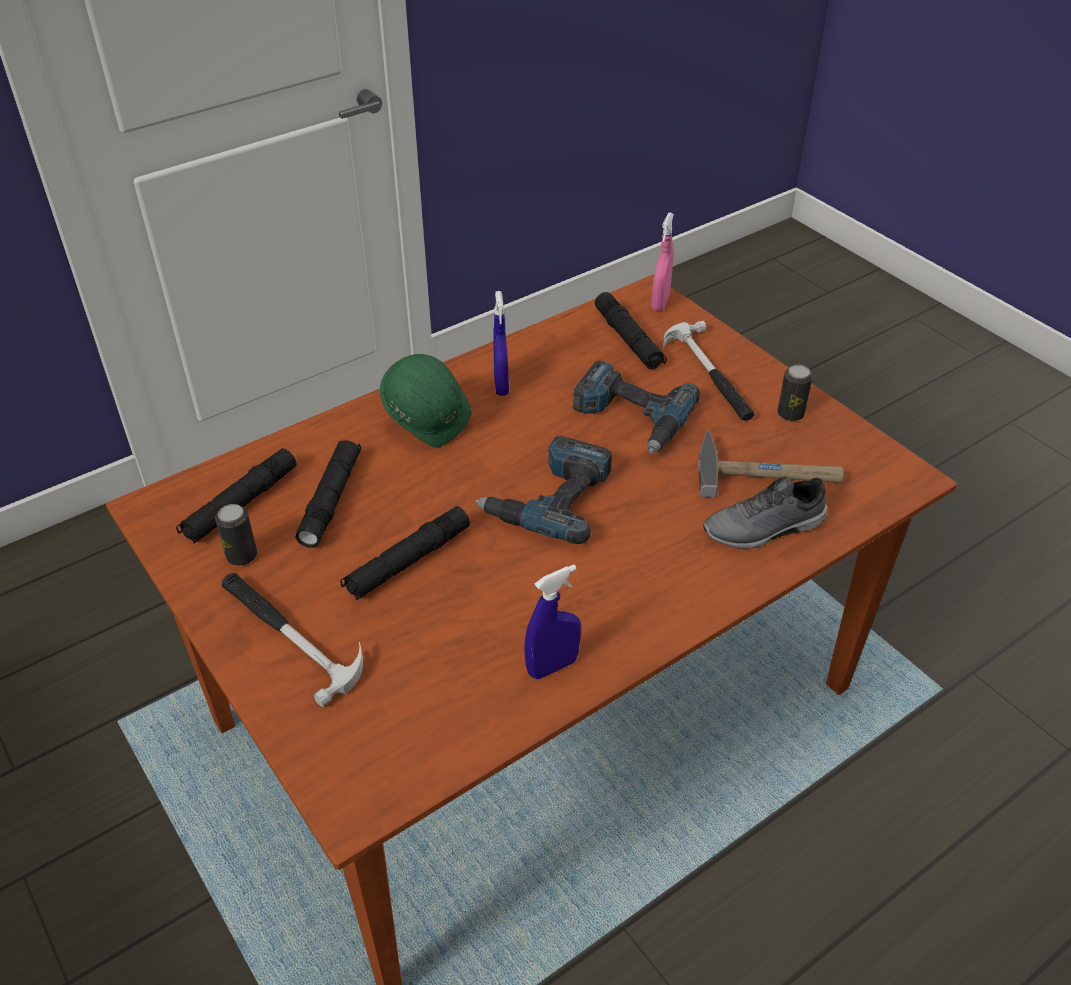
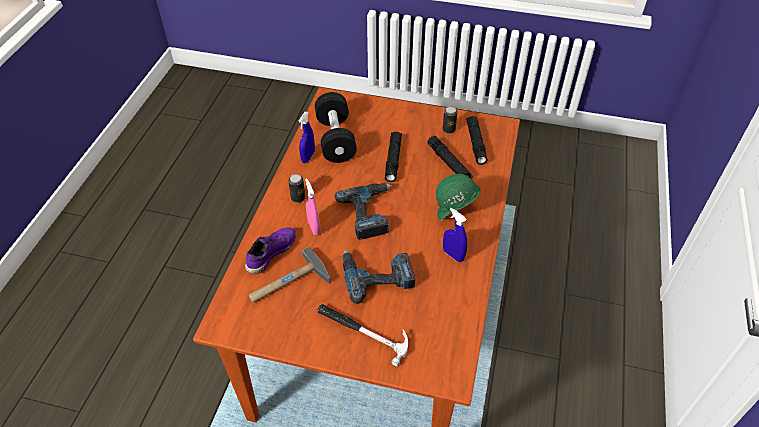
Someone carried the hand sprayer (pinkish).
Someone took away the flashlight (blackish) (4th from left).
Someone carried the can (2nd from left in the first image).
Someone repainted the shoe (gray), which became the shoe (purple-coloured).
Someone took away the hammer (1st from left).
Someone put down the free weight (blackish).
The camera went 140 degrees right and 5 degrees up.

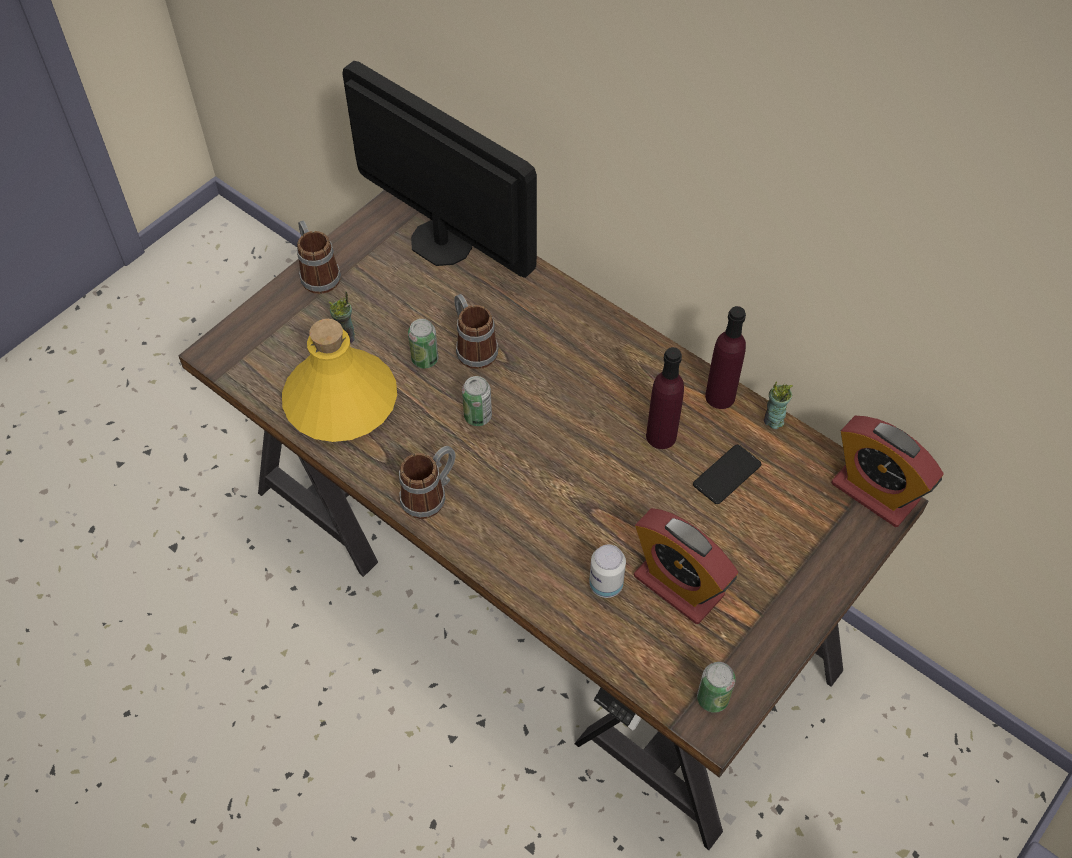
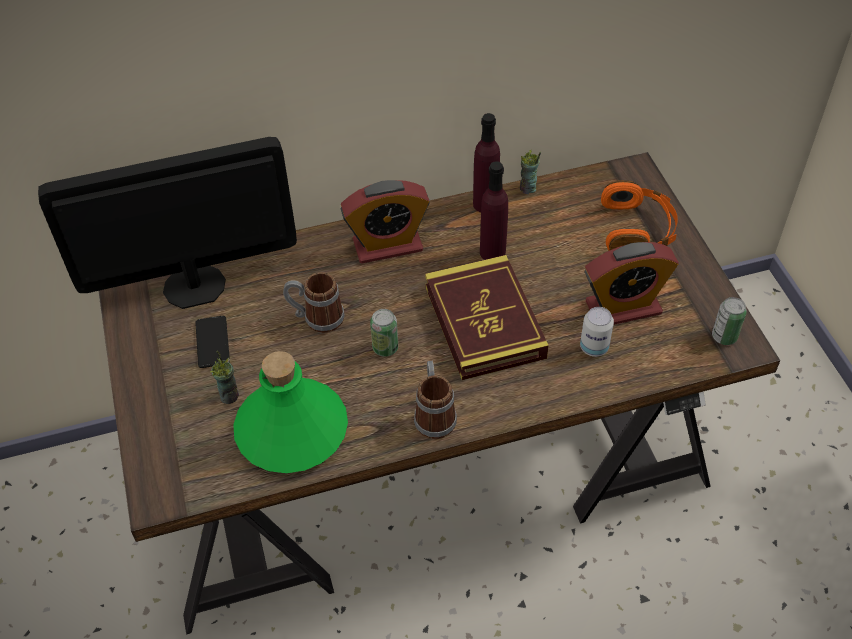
Someone took away the coffee mug (1st from left).
Someone repainted the drink bottle (yellow), which became the drink bottle (green).
Someone took away the can (1st from left).
Someone carried the table clock (2nd from left in the first image).
Someone carried the handset.
Someone put down the headphones (orangey).
Someone put down the bound book.
The camera went 55 degrees left and 5 degrees down.

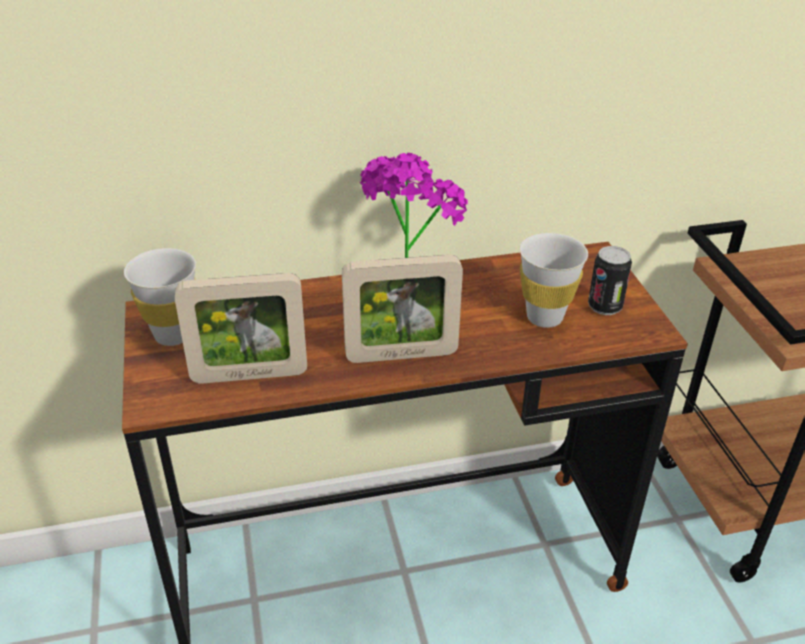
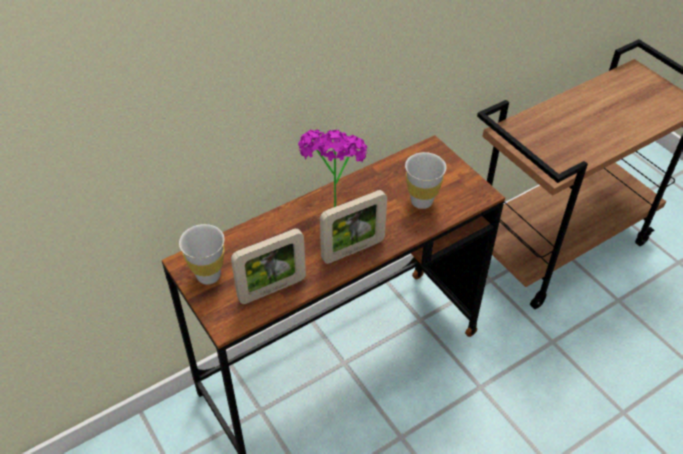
Someone took away the can.
The camera went 20 degrees left and 10 degrees up.

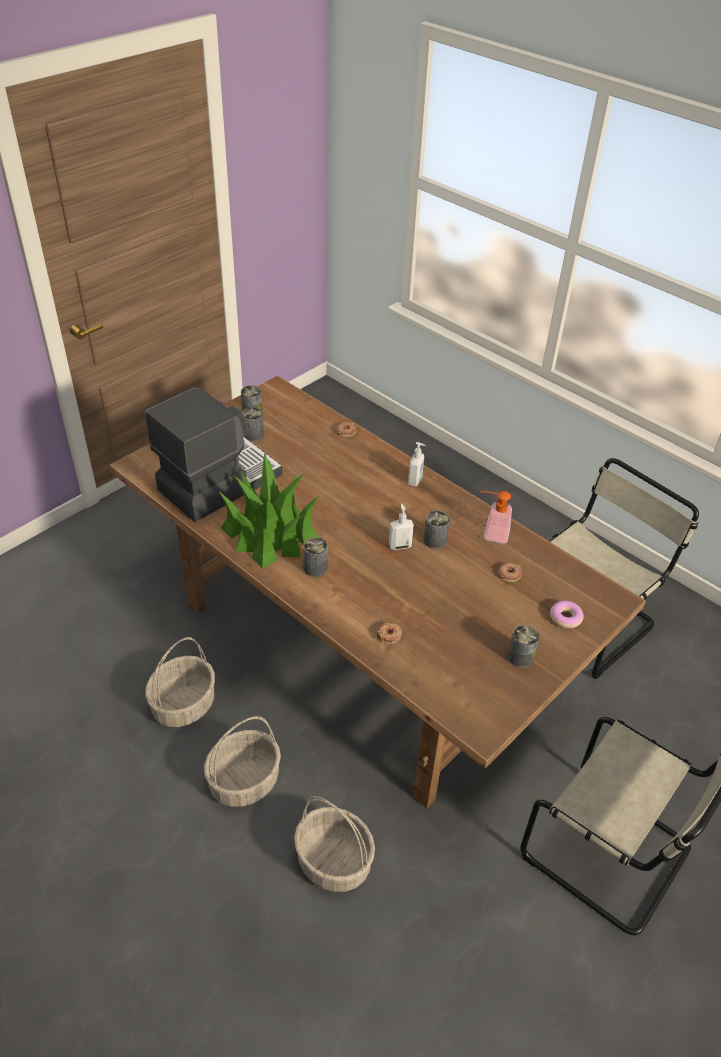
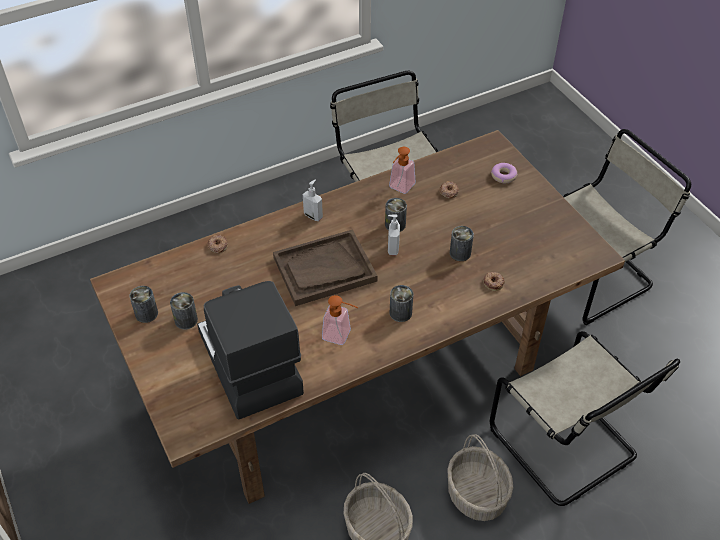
Someone swapped the plant in a pot for the soap bottle (2nd from left).
Someone carried the can (5th from left).
Someone swapped the basket (3rd from left) for the plain chair (sand-coloured) (2nd from left).
Someone put down the serving tray (brownish).
The camera went 70 degrees left and 5 degrees up.

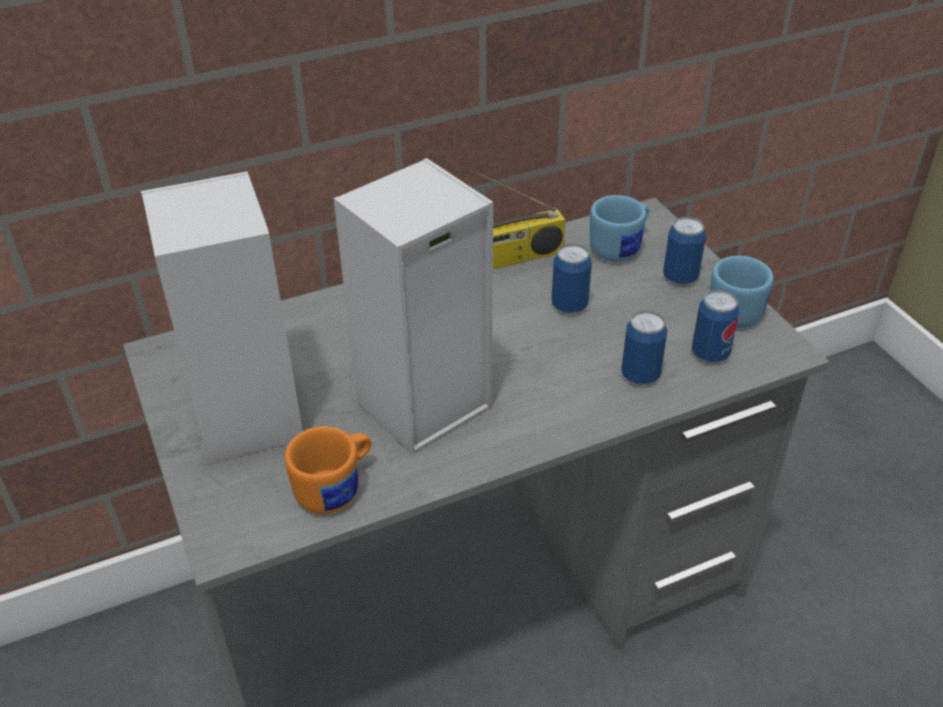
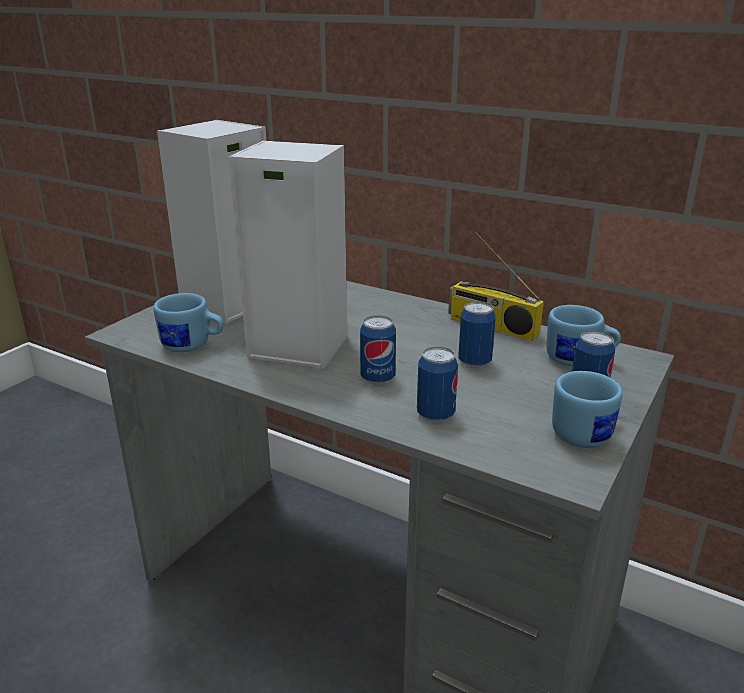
Someone carried the can (4th from left in the first image).
Someone repainted the coffee mug (orangey), which became the coffee mug (blue) (1st from left).
The camera went 55 degrees right and 15 degrees down.

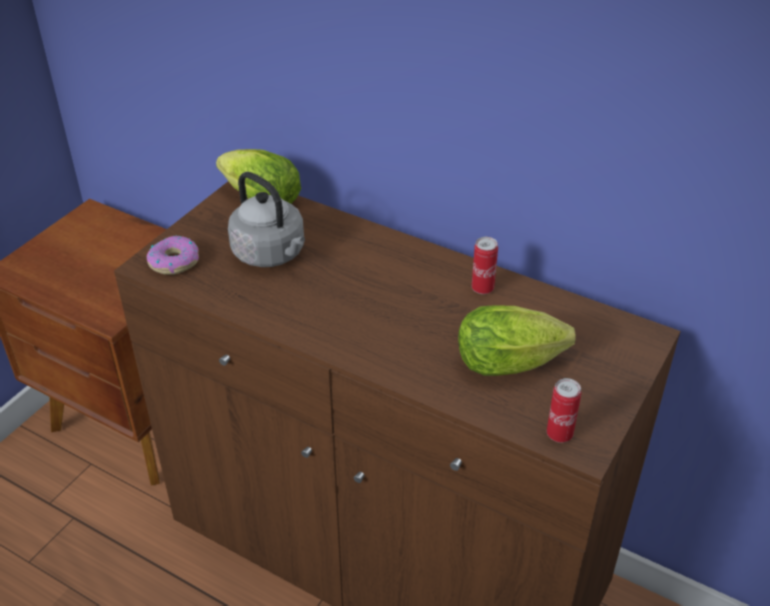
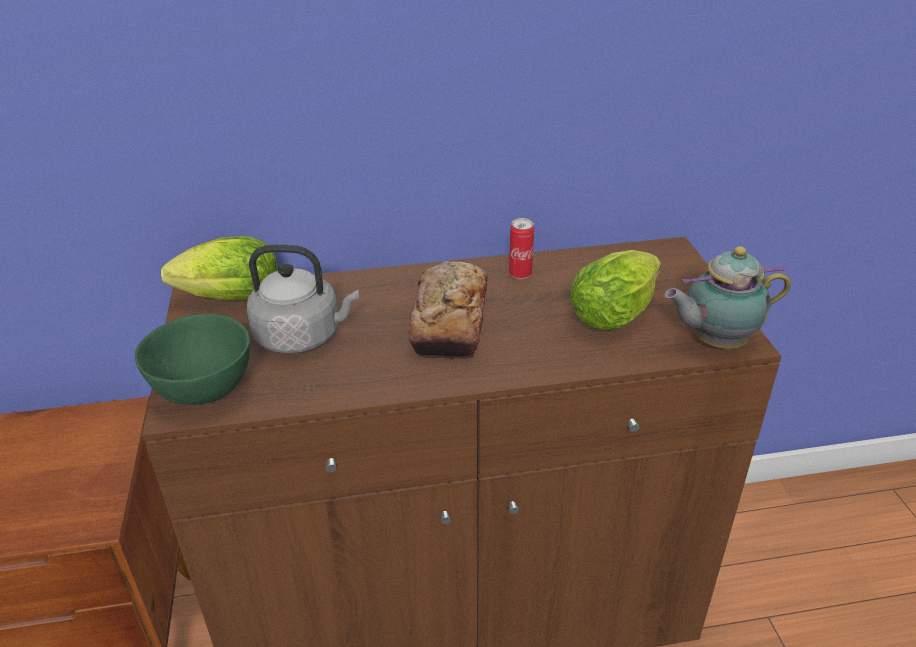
Someone swapped the donut for the serving bowl (green).
Someone swapped the can (2nd from left) for the tea pot.
Someone put down the bakery bread.
The camera went 40 degrees left and 5 degrees down.

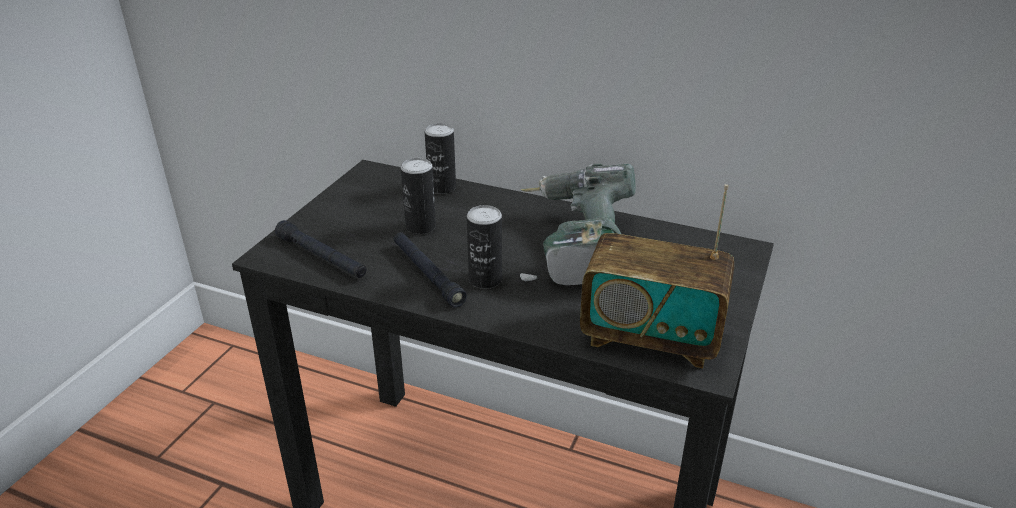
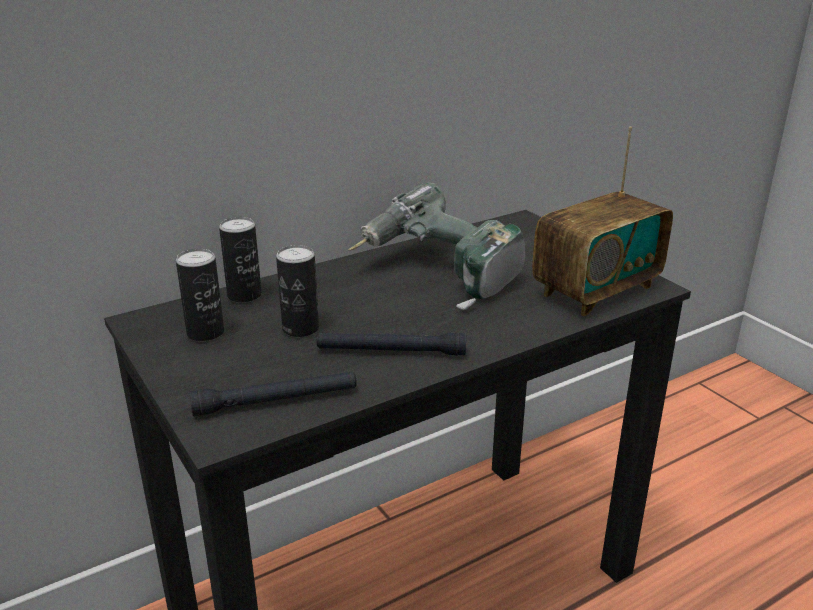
Someone carried the can (3rd from left in the first image).
The camera went 55 degrees left and 5 degrees down.

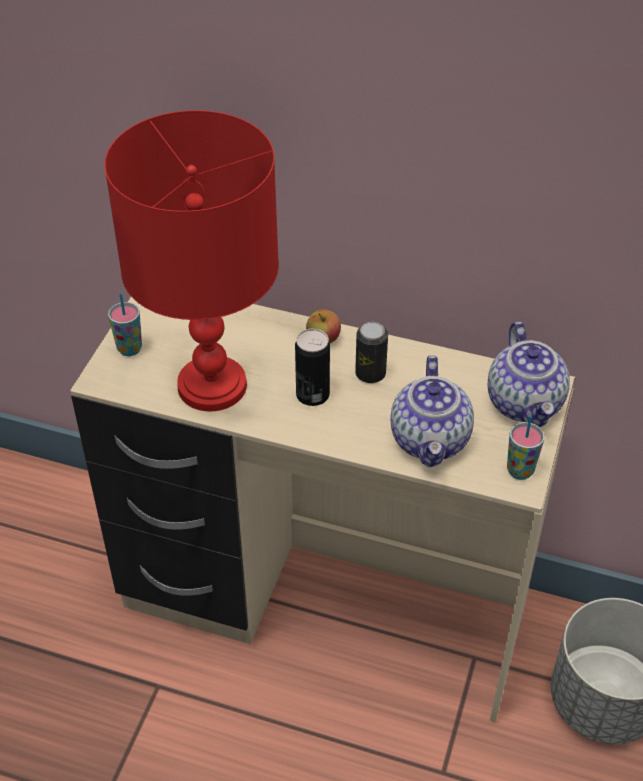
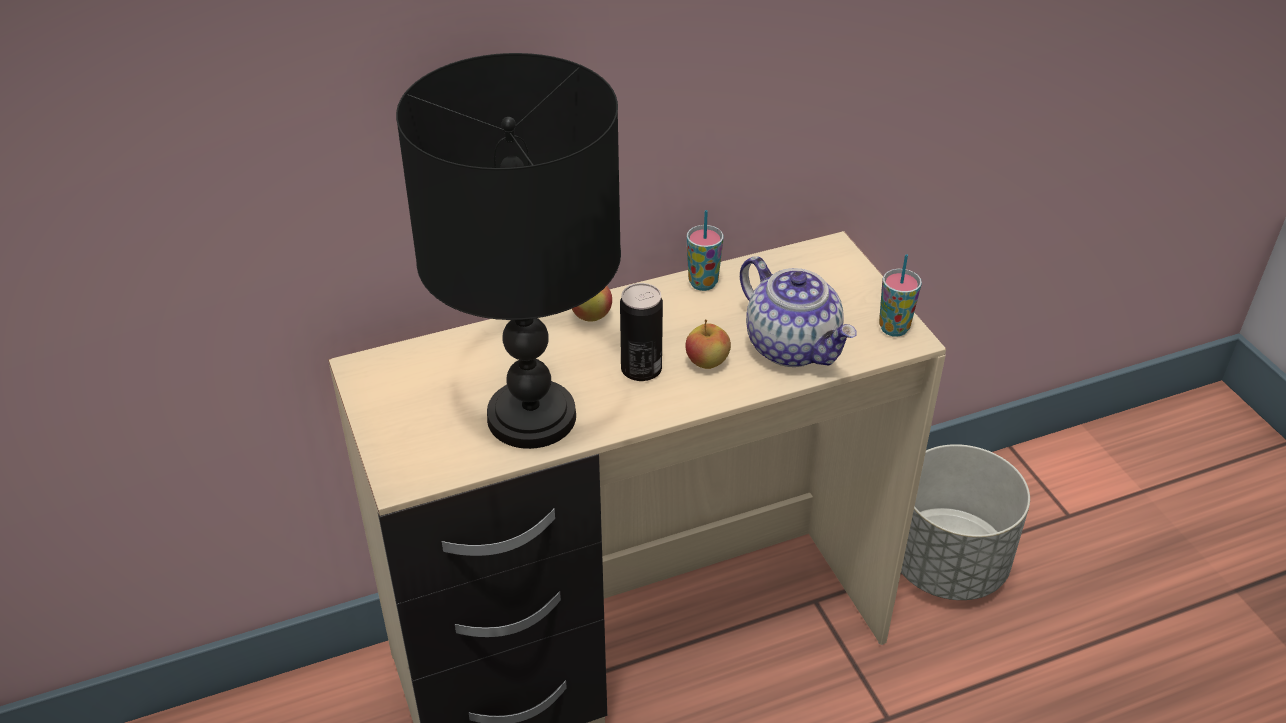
Someone repainted the table lamp (reddish), which became the table lamp (blackish).
Someone carried the small cup (1st from left).
Someone took away the tea pot (2nd from left).
Someone took away the can (2nd from left).
Someone put down the apple (2nd from left).
The camera went 40 degrees left and 5 degrees down.

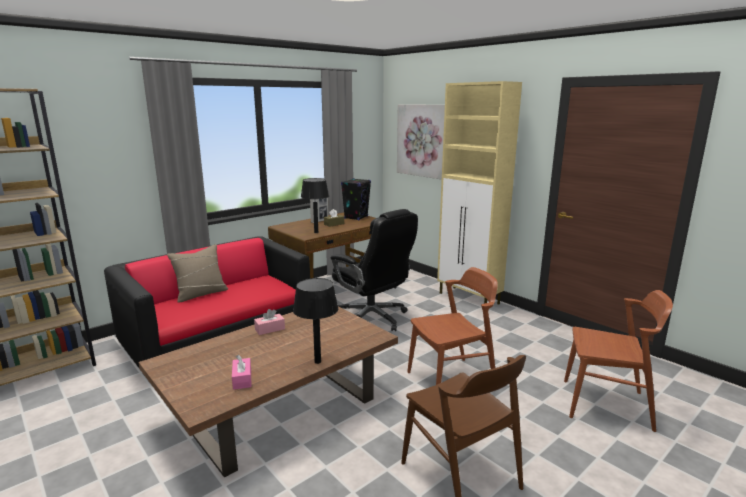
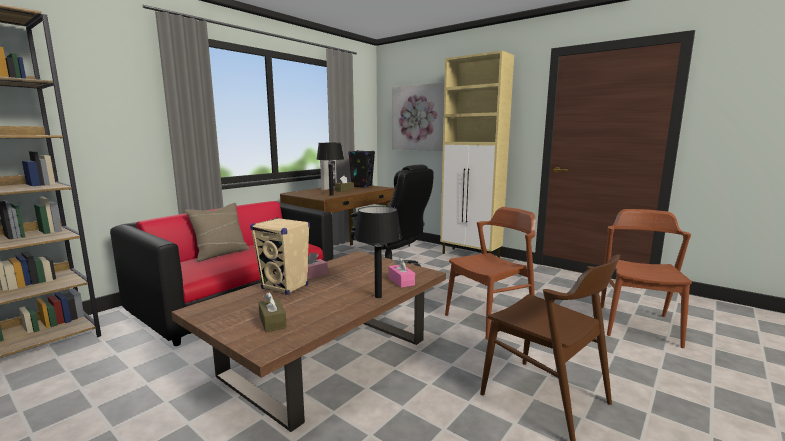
Someone rotated the plain chair (brownish) (3rd from left) by 75 degrees counterclockwise.
Someone carried the box of tissues (pinkish) (1st from left in the first image).
Someone put down the loudspeaker (sand-coloured).
Someone put down the box of tissues (brownish) (1st from left).
The camera went 10 degrees left and 5 degrees down.

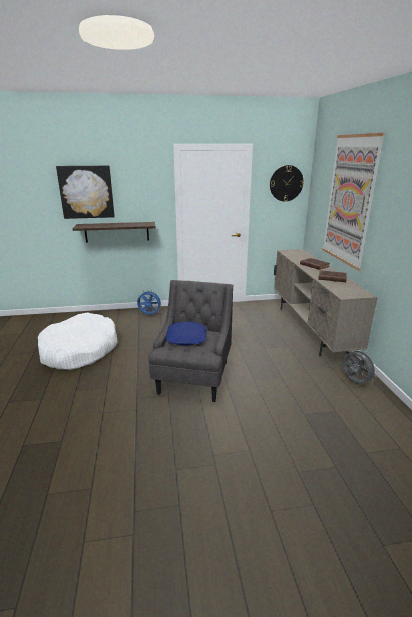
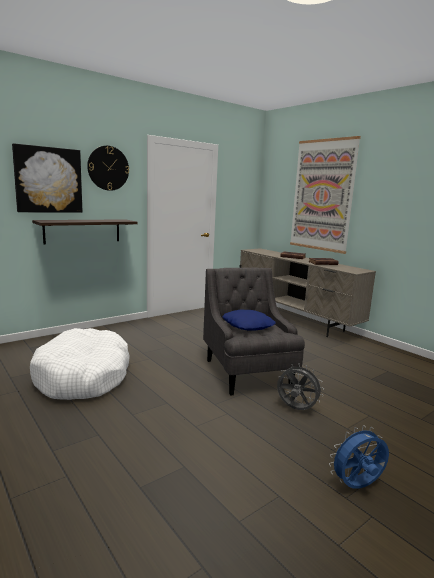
Someone carried the hanging clock.
Someone carried the cooling fan (blue).
Someone carried the cooling fan (gray).
The camera went 30 degrees left and 10 degrees down.

